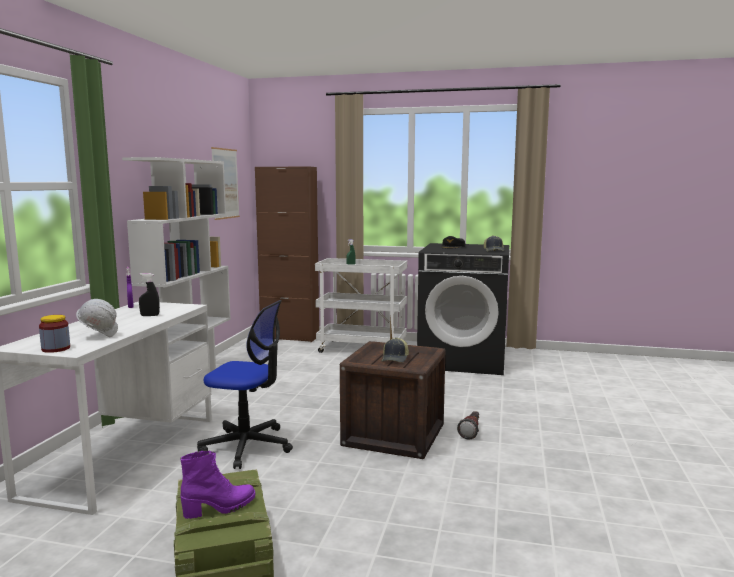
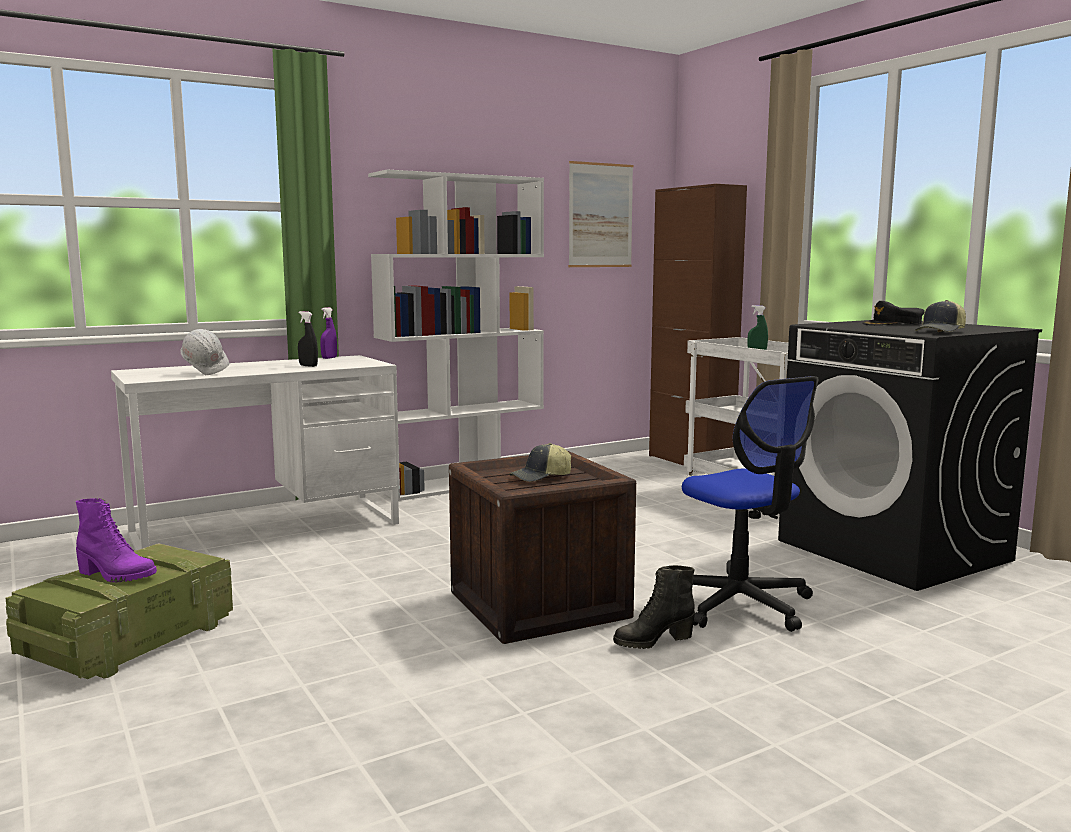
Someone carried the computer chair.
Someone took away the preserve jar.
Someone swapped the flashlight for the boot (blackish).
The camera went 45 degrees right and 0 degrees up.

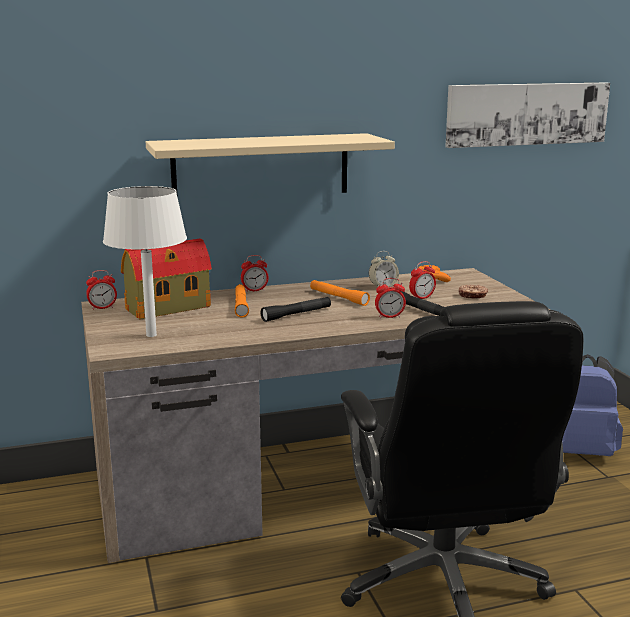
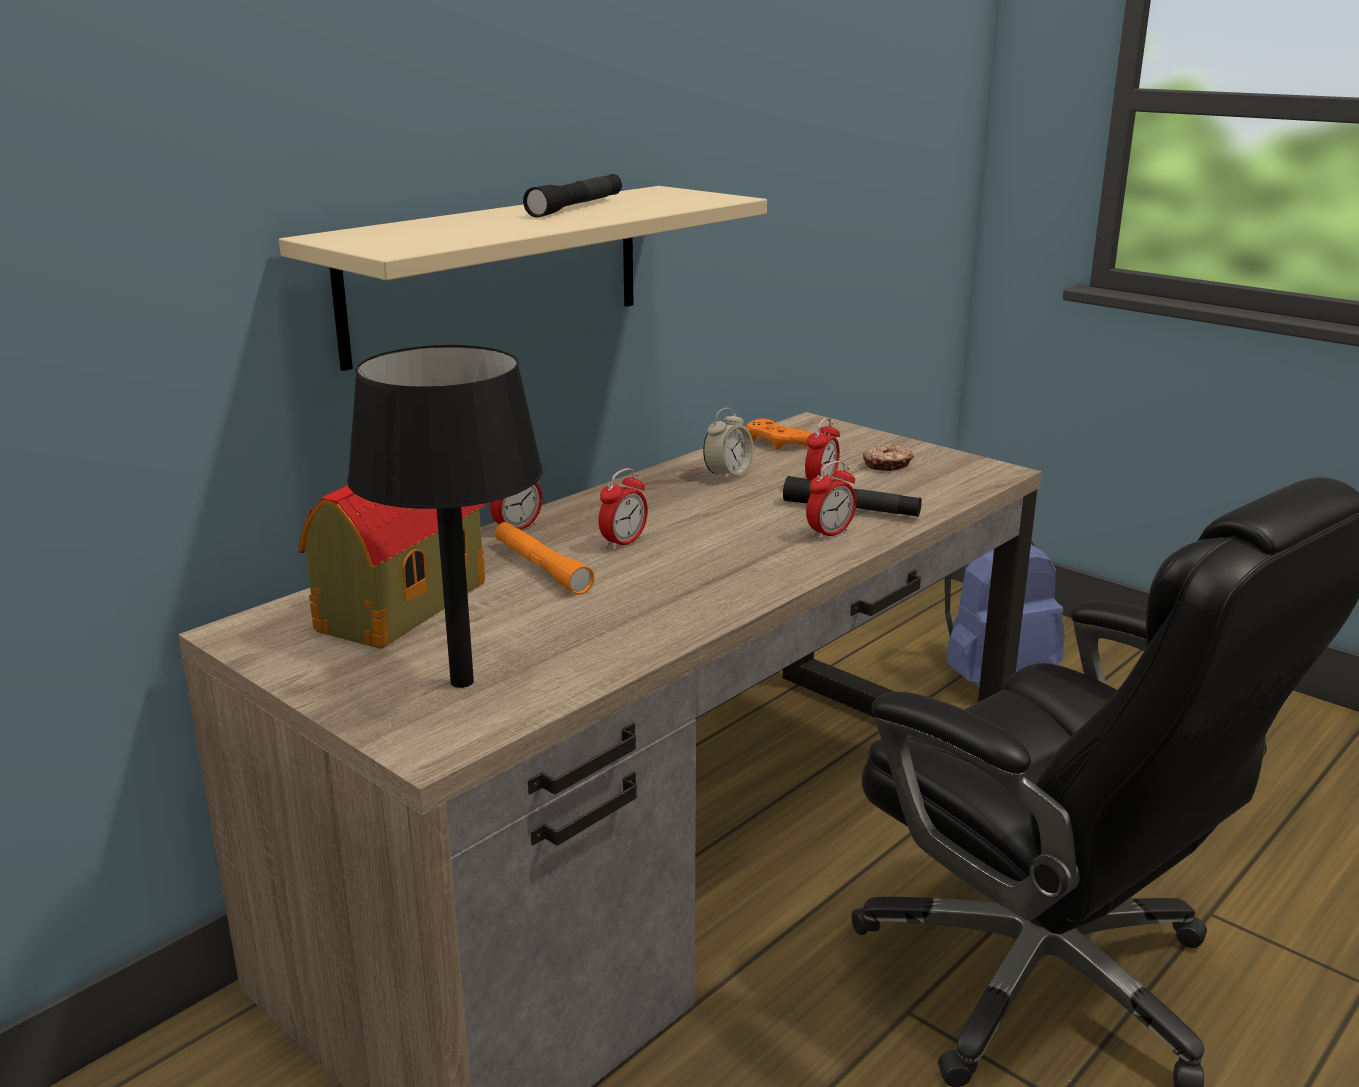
Someone took away the picture.
Someone repainted the table lamp (white), which became the table lamp (blackish).
Someone carried the table clock (1st from left in the first image).
Someone took away the flashlight (orangey) (2nd from left).
Someone carried the flashlight (blackish) (1st from left).
The camera went 30 degrees left and 5 degrees up.

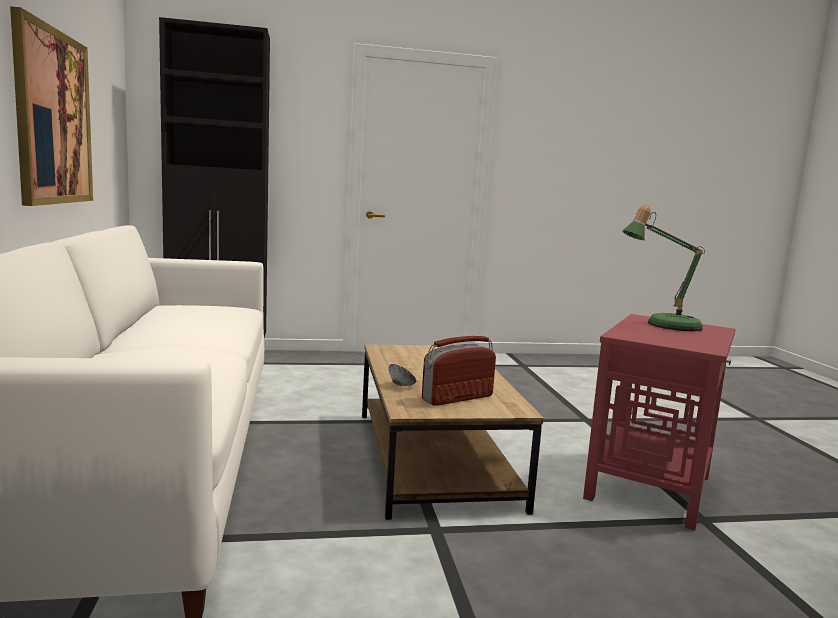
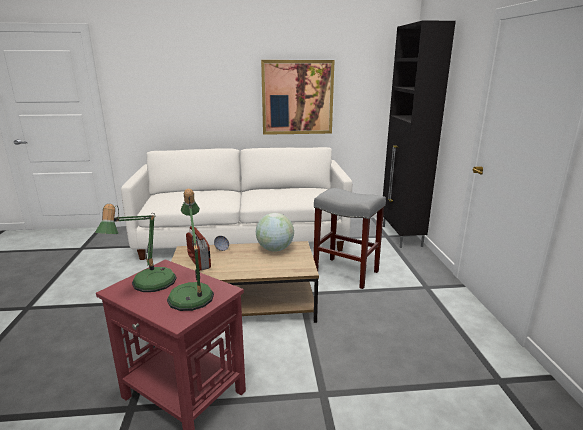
Someone put down the stool seat (gray).
Someone put down the table lamp (1st from left).
Someone put down the globe.
The camera went 95 degrees right and 10 degrees up.

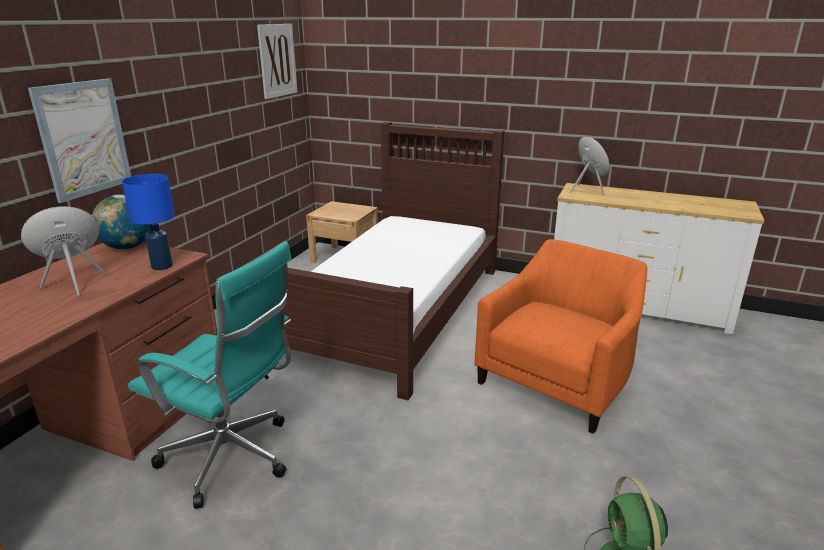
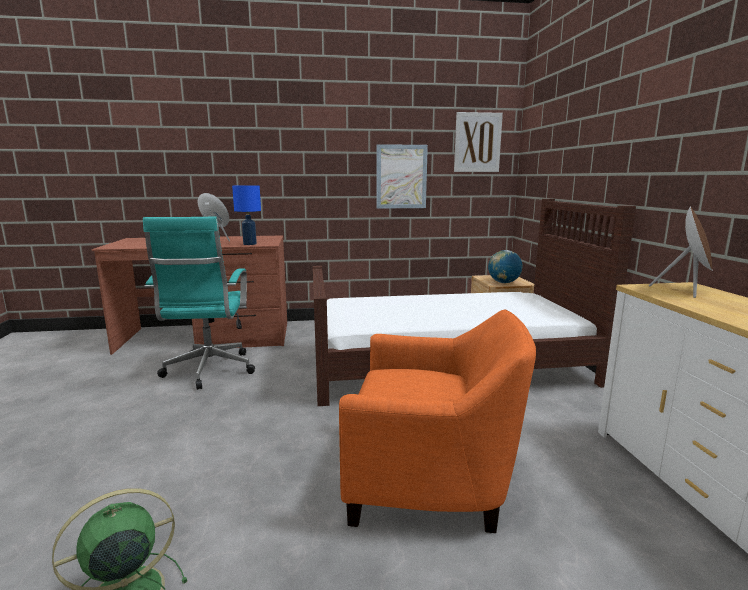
Someone carried the picture (1st from left).
Someone carried the globe.
The camera went 60 degrees right and 10 degrees down.

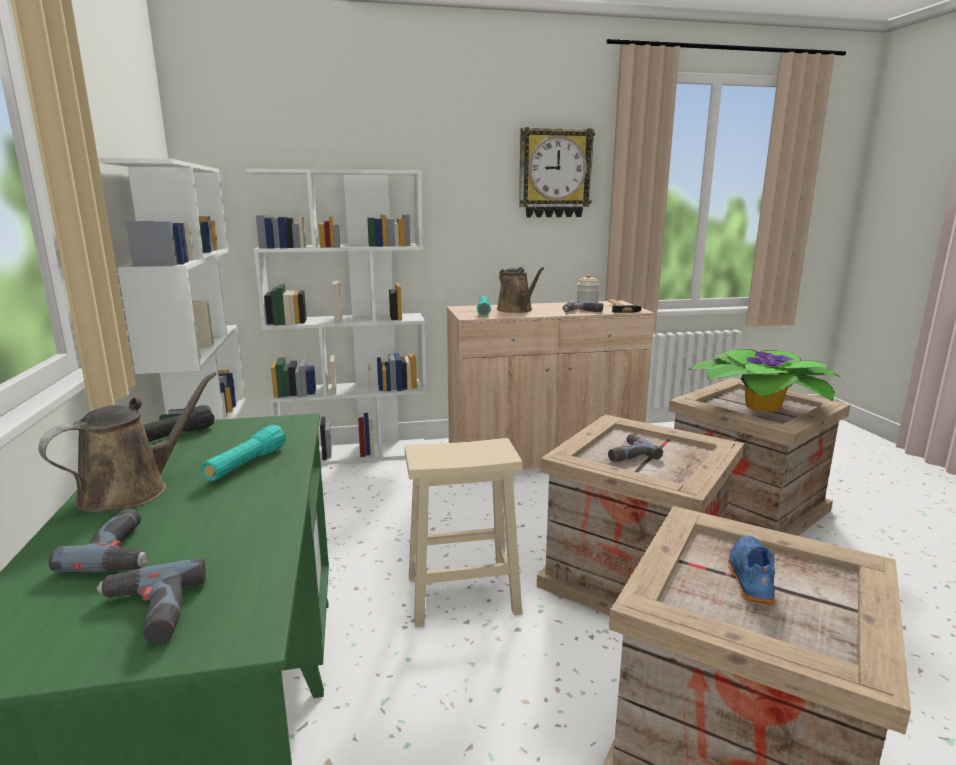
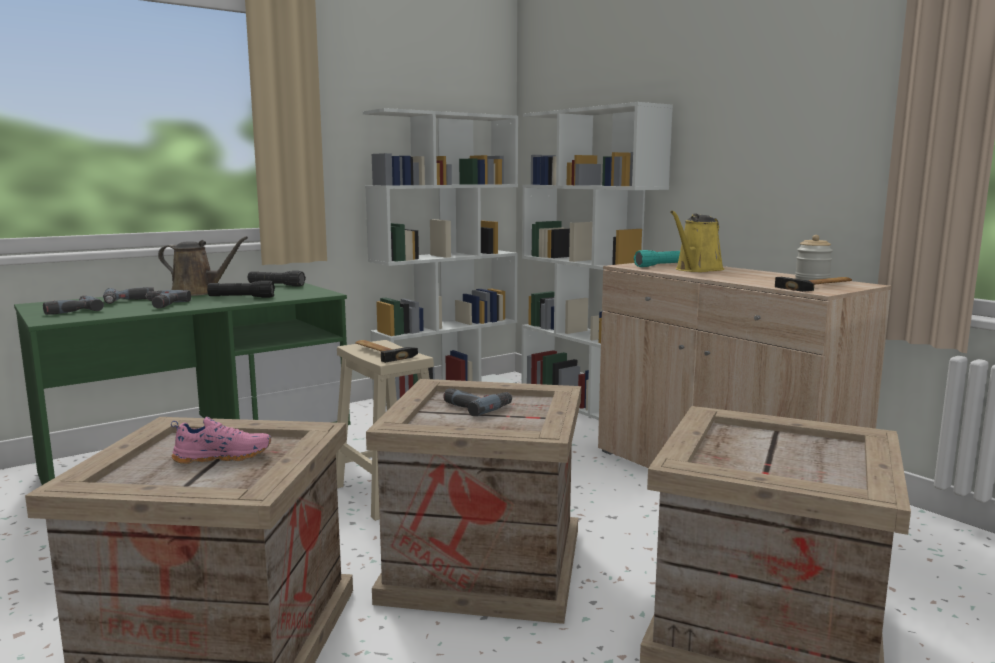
Someone took away the hanging clock.
Someone repainted the watering can (brownish) (2nd from left), which became the watering can (yellow).
Someone carried the drill (3rd from left).
Someone took away the plant in a pot.
Someone repainted the flashlight (turquoise) (1st from left), which became the flashlight (blackish) (1st from left).
Someone repainted the shoe (blue), which became the shoe (pinkish).
Someone put down the hammer (1st from left).
The camera went 65 degrees right and 5 degrees down.

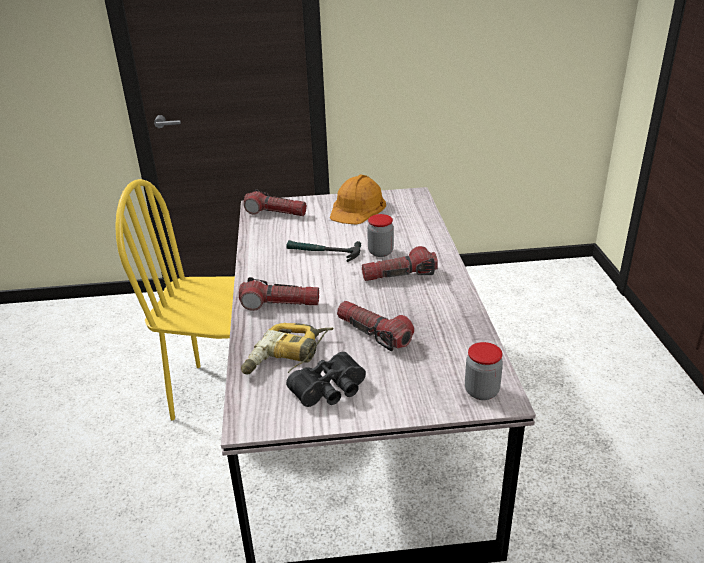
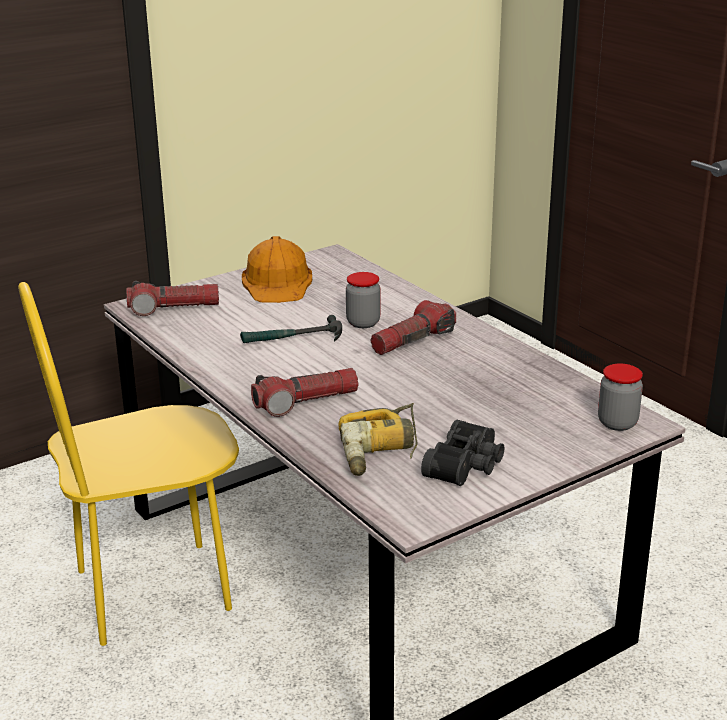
Someone took away the flashlight (3rd from left).
The camera went 30 degrees left and 5 degrees down.

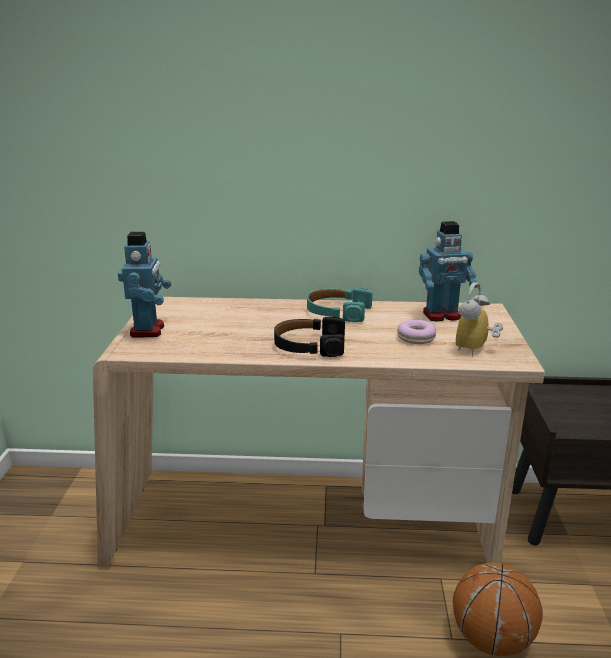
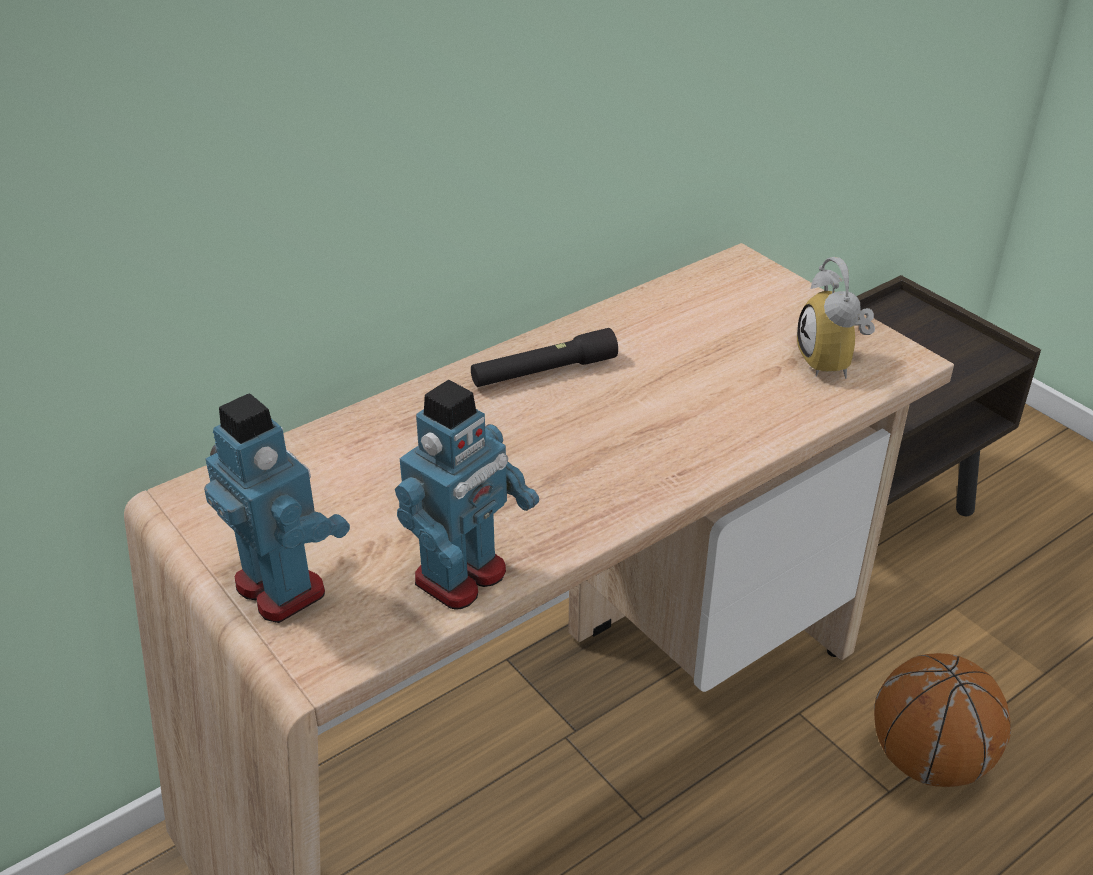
Someone carried the toy robot (2nd from left).
Someone swapped the headphones (turquoise) for the flashlight (blackish).
Someone took away the headphones (blackish).
Someone took away the donut.
The camera went 40 degrees left and 15 degrees up.

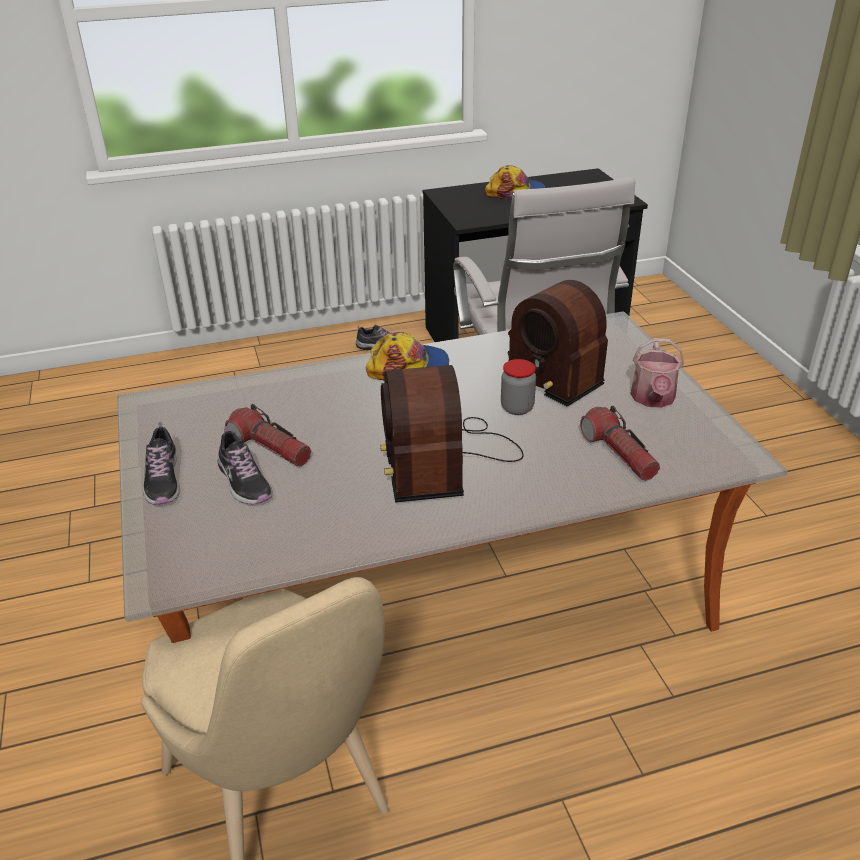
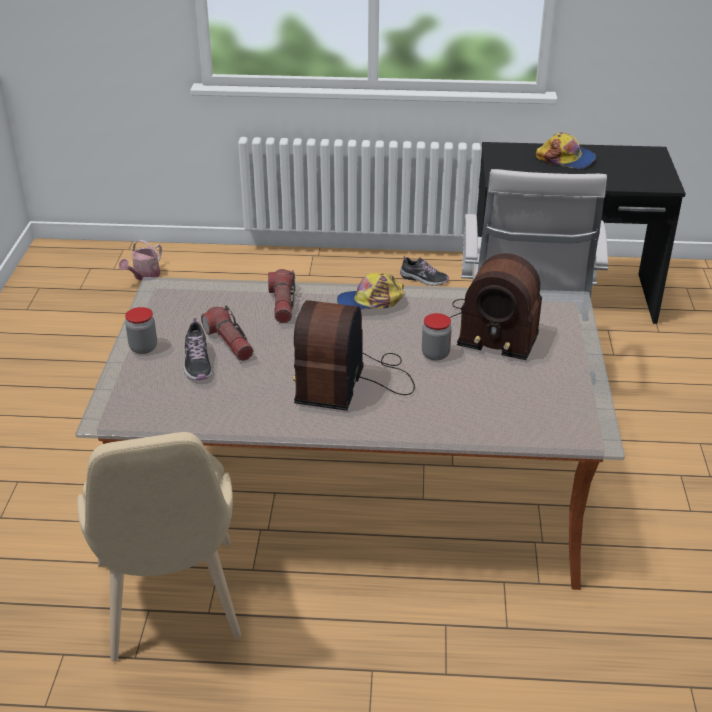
Someone rotated the radio set (2nd from left) by 45 degrees counterclockwise.
Someone rotated the cap (1st from left) by 150 degrees clockwise.
Someone carried the watering can.
Someone carried the flashlight (2nd from left).
Someone swapped the shoe (1st from left) for the preserve jar (1st from left).
The camera went 20 degrees right and 0 degrees up.

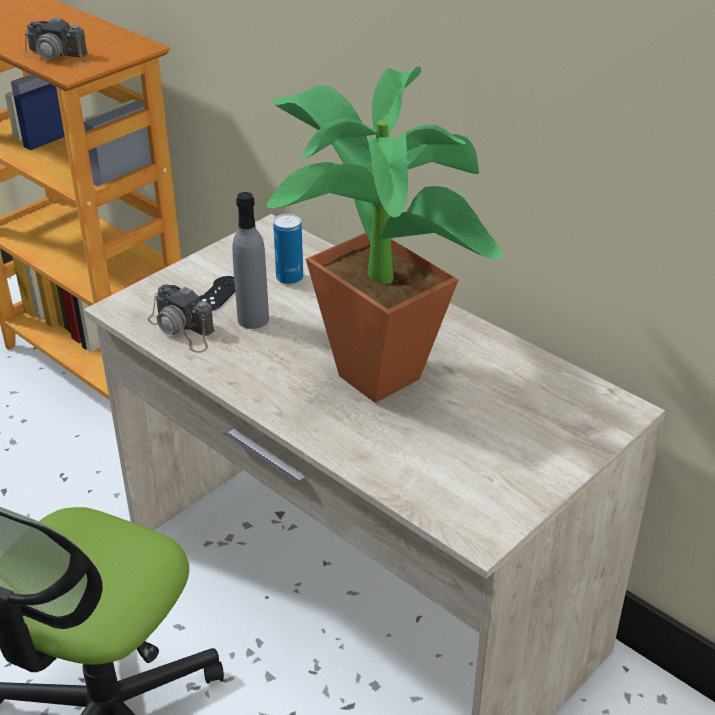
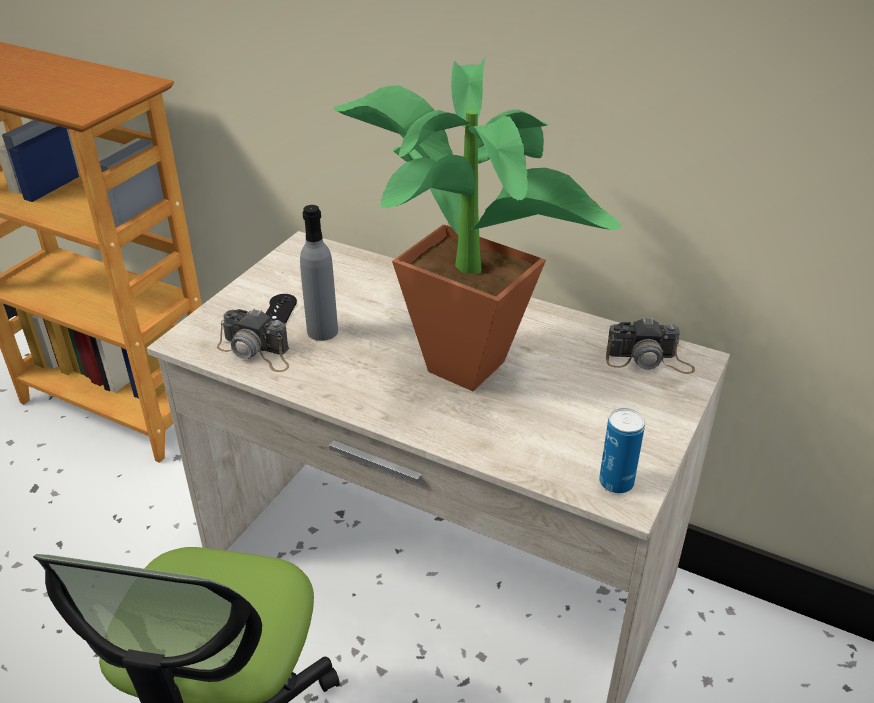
Someone carried the still camera (1st from left in the first image).
Someone carried the can.
The camera went 15 degrees left and 0 degrees up.

